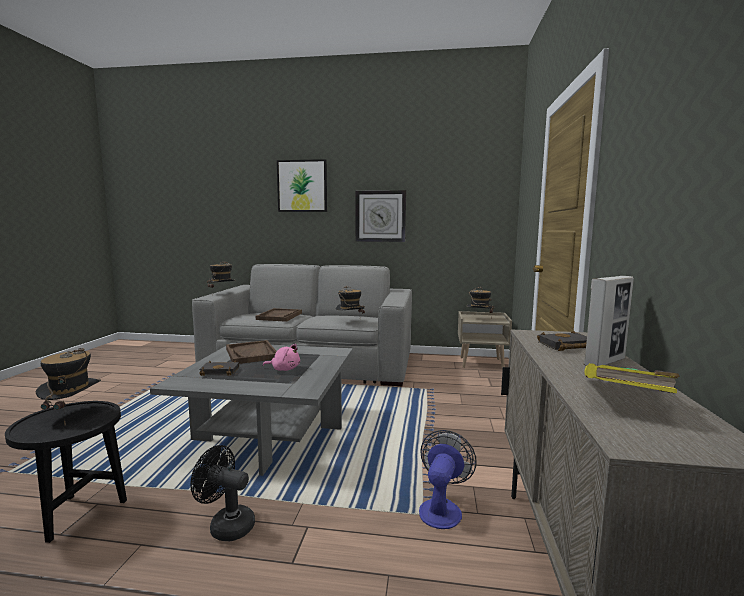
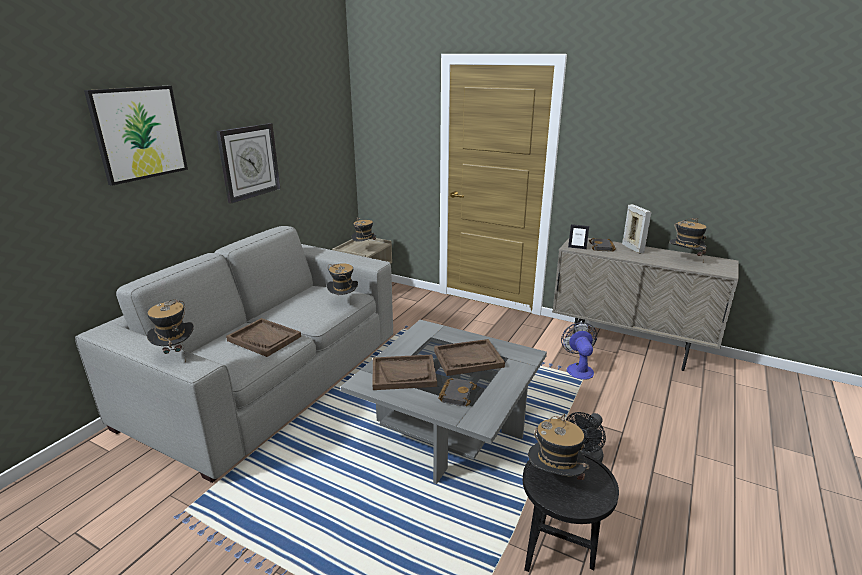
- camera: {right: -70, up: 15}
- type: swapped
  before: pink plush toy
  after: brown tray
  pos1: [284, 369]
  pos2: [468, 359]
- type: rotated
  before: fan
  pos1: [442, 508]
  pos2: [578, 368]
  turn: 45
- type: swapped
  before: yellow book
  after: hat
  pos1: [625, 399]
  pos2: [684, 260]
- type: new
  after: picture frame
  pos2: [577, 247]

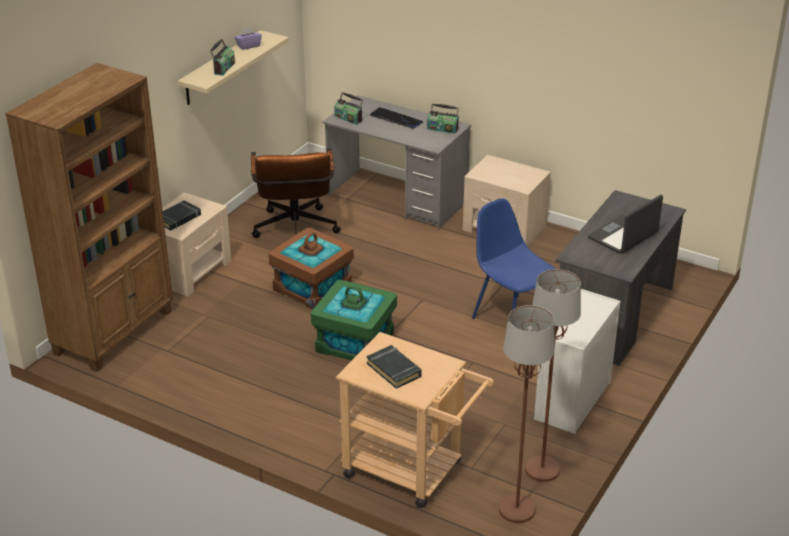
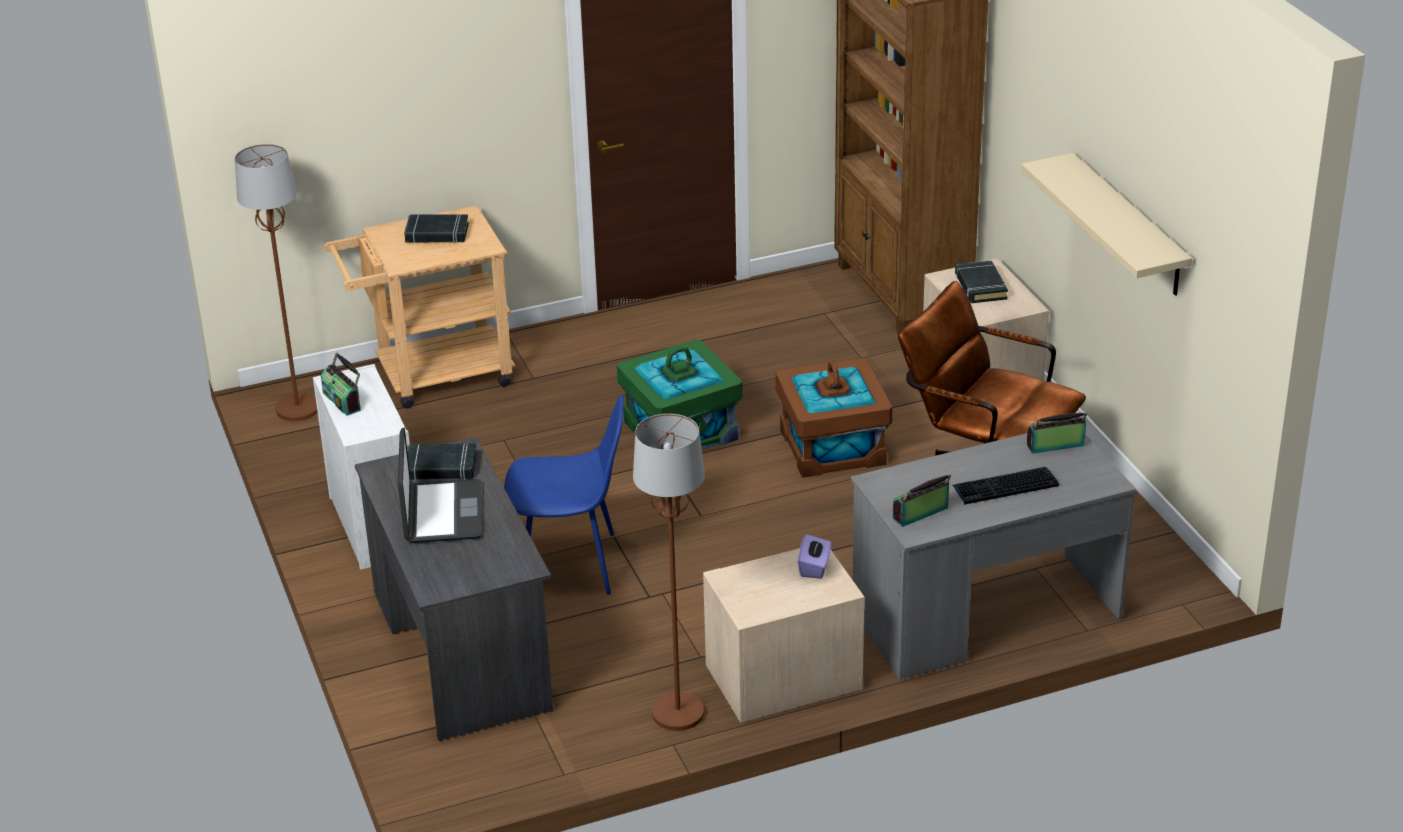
- camera: {right: 130, up: 0}
- type: shifted
  before: radio
  pos1: [223, 68]
  pos2: [343, 401]
- type: shifted
  before: purple tissue box
  pos1: [248, 46]
  pos2: [814, 567]
- type: shifted
  before: brown floor lamp
  pos1: [542, 470]
  pos2: [677, 713]
- type: new
  after: black book
  pos2: [441, 467]

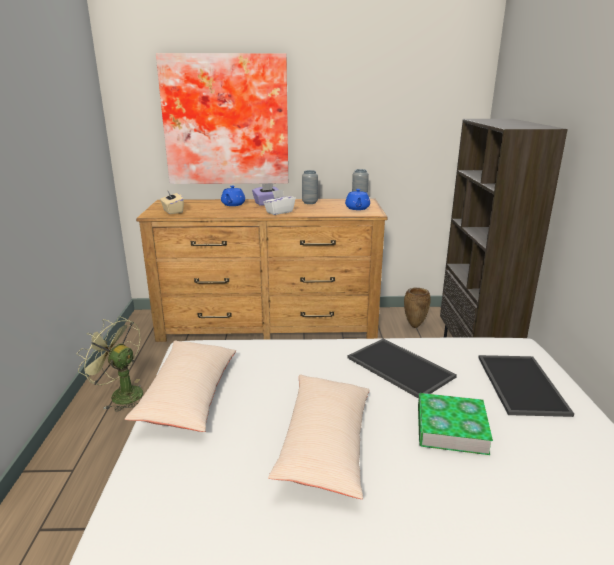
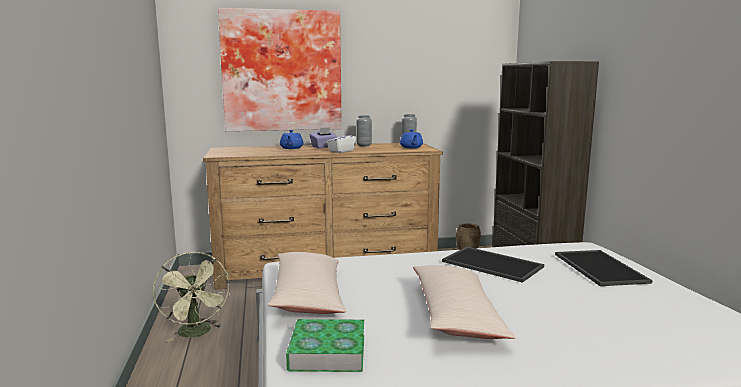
- camera: {right: -10, up: -10}
- type: rotated
  before: green fan
  pos1: [120, 394]
  pos2: [197, 333]
  turn: -135
- type: gone
  before: beige tissue box
  pos1: [172, 211]
- type: shifted
  before: book
  pos1: [451, 429]
  pos2: [327, 352]

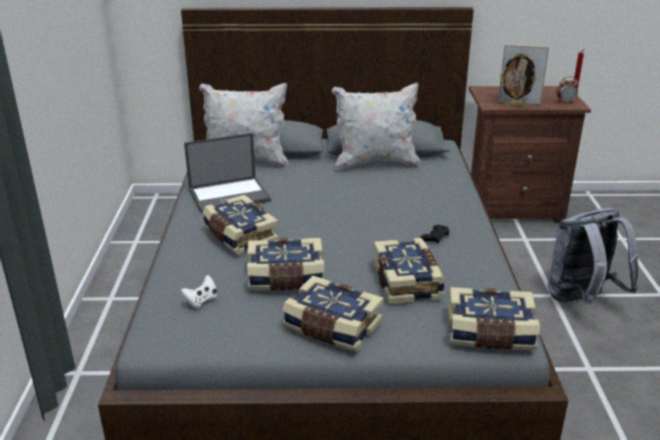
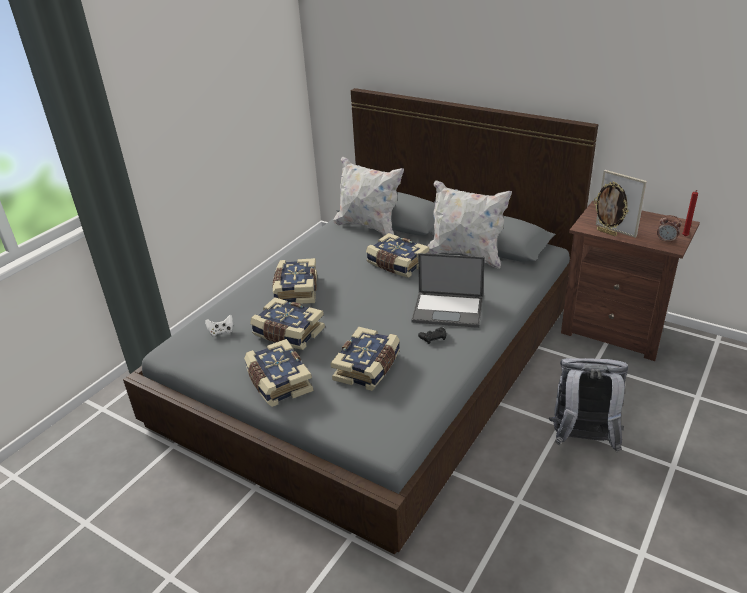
- camera: {right: 35, up: 5}
- type: shifted
  before: laptop
  pos1: [230, 195]
  pos2: [449, 309]
- type: shifted
  before: book
  pos1: [490, 333]
  pos2: [397, 264]

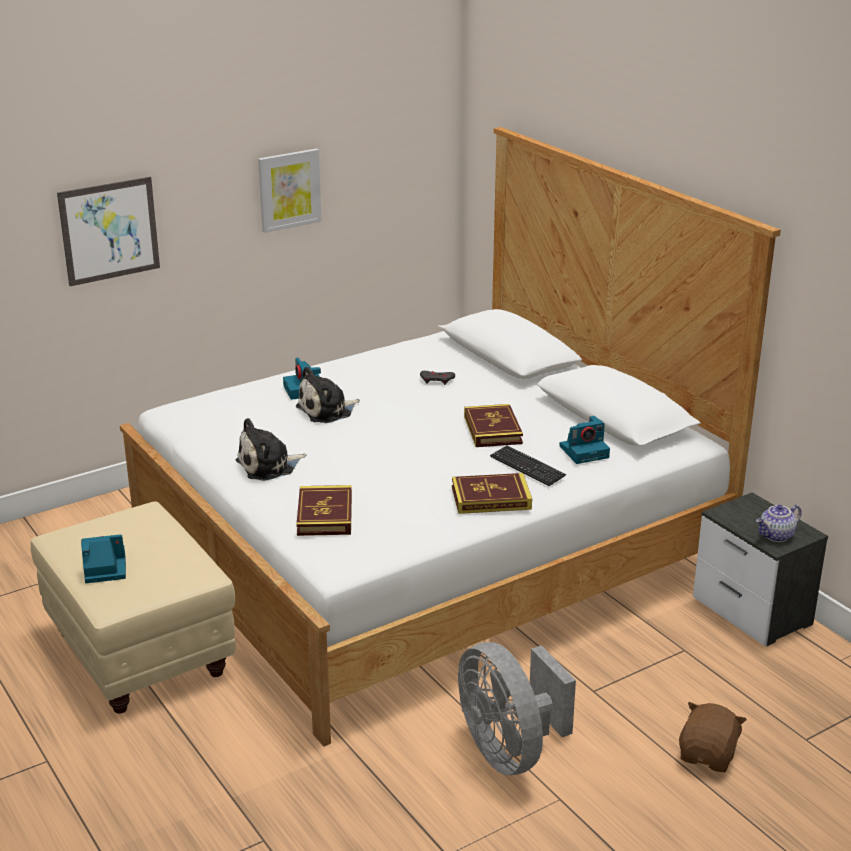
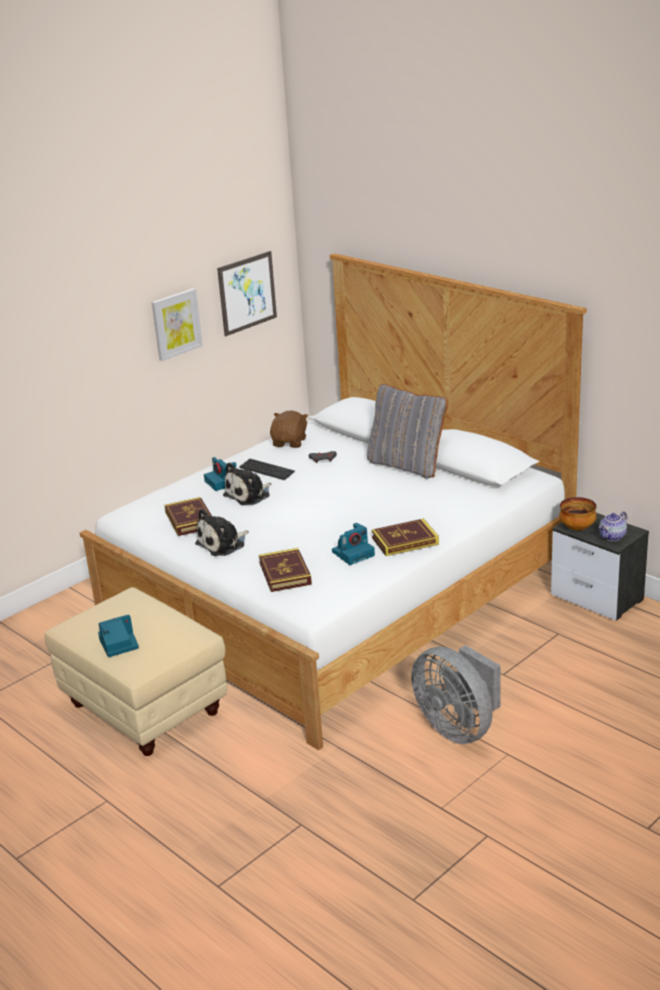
- camera: {right: -10, up: 0}
- type: shifted
  before: picture
  pos1: [109, 231]
  pos2: [247, 293]
- type: shifted
  before: book
  pos1: [492, 430]
  pos2: [190, 520]
- type: shifted
  before: keyboard
  pos1: [527, 467]
  pos2: [267, 470]
- type: shifted
  before: photo camera
  pos1: [584, 451]
  pos2: [353, 553]
- type: shifted
  before: brown plush toy
  pos1: [708, 756]
  pos2: [290, 442]
- type: new
  after: grey pillow
  pos2: [407, 465]
- type: new
  after: bowl
  pos2: [577, 528]

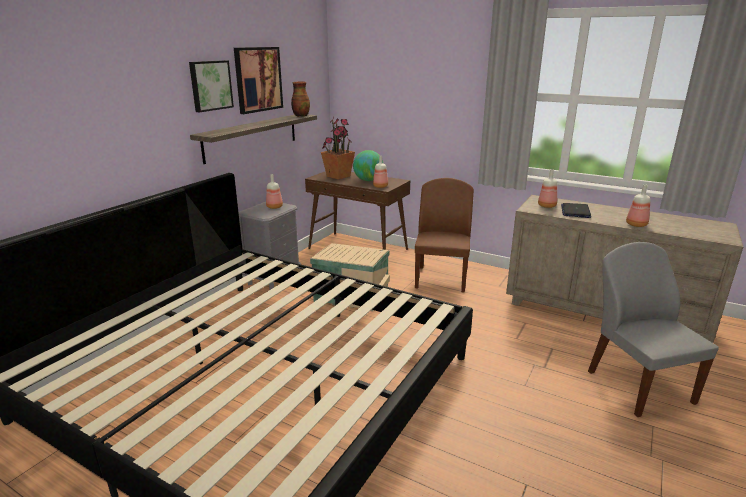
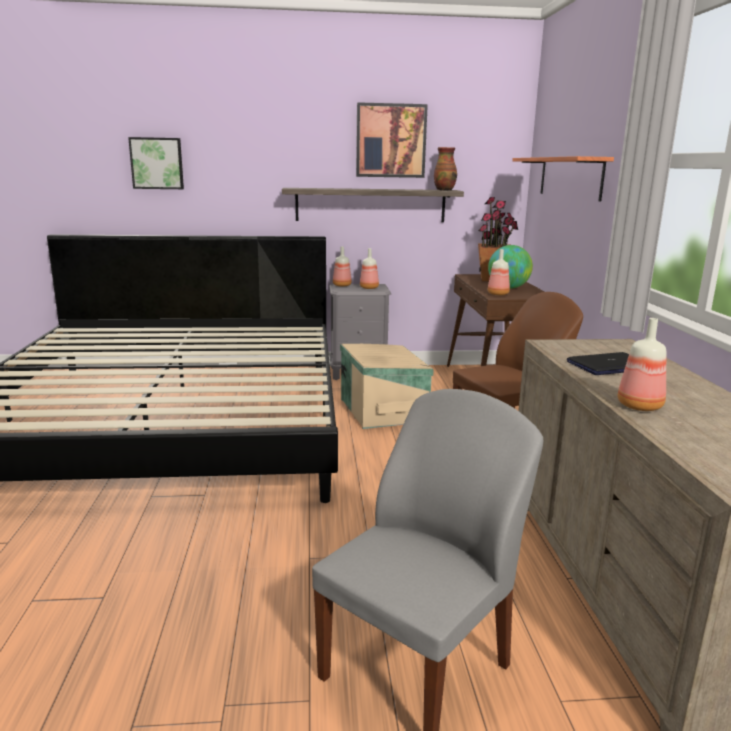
- camera: {right: 55, up: -5}
- type: shifted
  before: picture
  pos1: [210, 85]
  pos2: [157, 163]
- type: shifted
  before: bottle
  pos1: [547, 206]
  pos2: [342, 285]
- type: new
  after: shelf
  pos2: [570, 177]

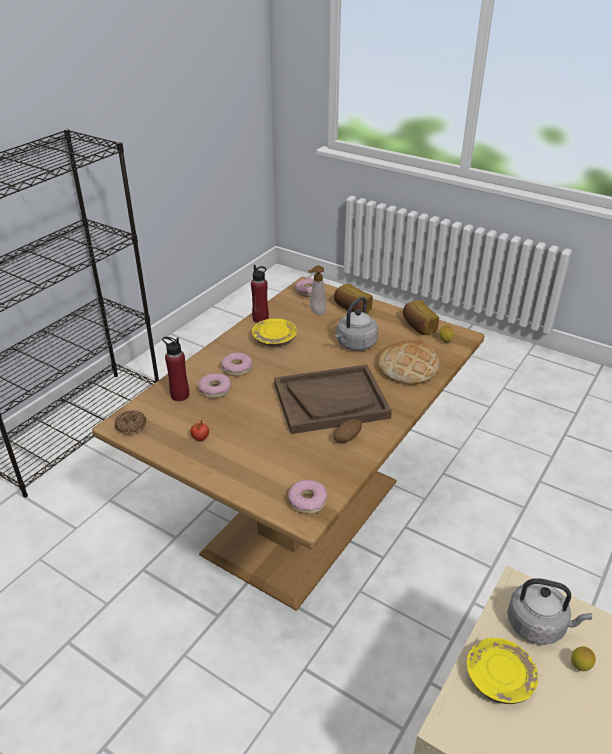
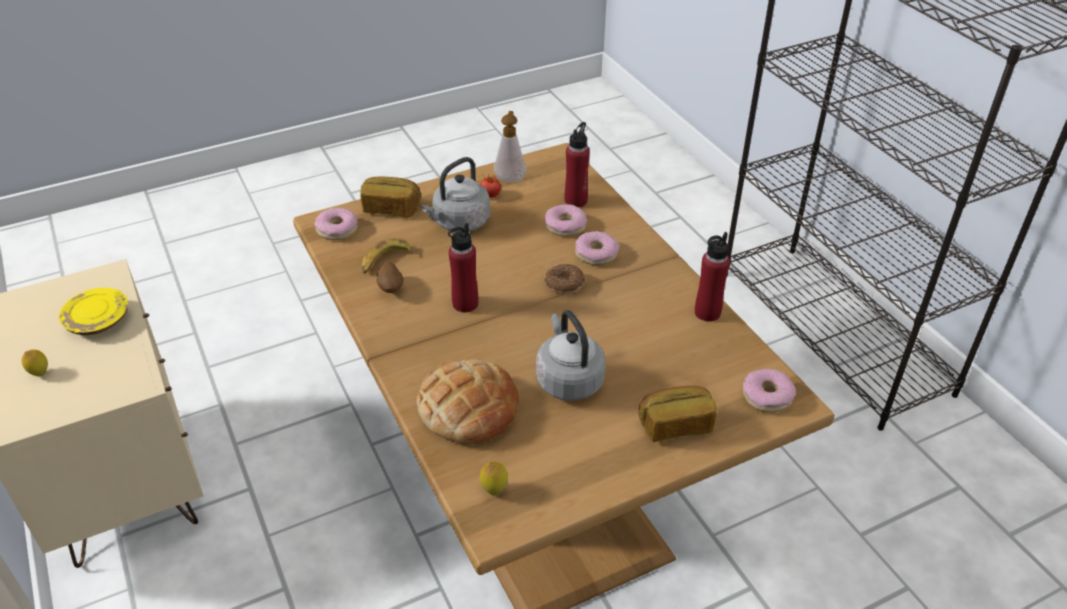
- camera: {right: 120, up: 5}
- type: shifted
  before: donut
  pos1: [131, 426]
  pos2: [564, 284]
- type: gone
  before: yellow plate
  pos1: [274, 339]
- type: swapped
  before: brown tray
  after: red bottle
  pos1: [331, 401]
  pos2: [465, 304]
- type: shifted
  before: soap dispenser
  pos1: [316, 312]
  pos2: [510, 178]
- type: shifted
  before: bread
  pos1: [418, 326]
  pos2: [391, 208]
- type: shifted
  before: grey kettle
  pos1: [539, 625]
  pos2: [459, 223]
- type: new
  after: banana
  pos2: [384, 260]

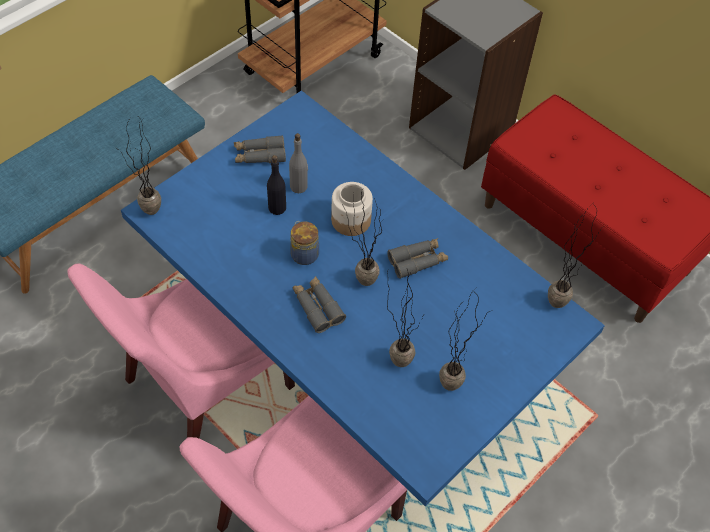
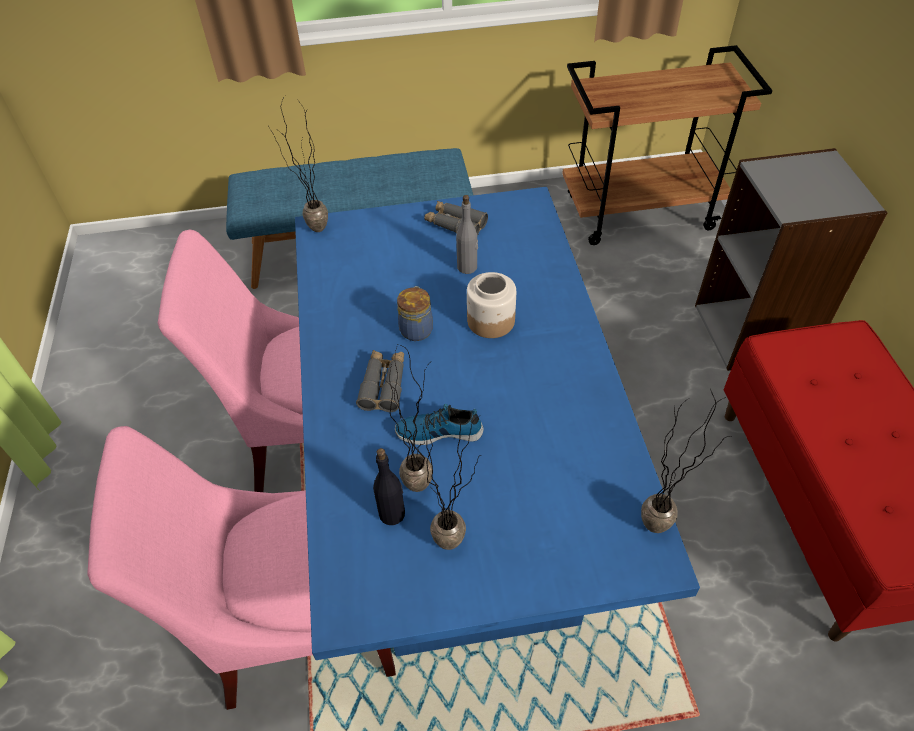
- camera: {right: 40, up: -5}
- type: shifted
  before: black bottle
  pos1: [277, 207]
  pos2: [392, 513]
- type: gone
  before: potted plant
  pos1: [359, 279]
- type: gone
  before: grey binoculars
  pos1: [417, 261]
- type: new
  after: shoe
  pos2: [439, 430]

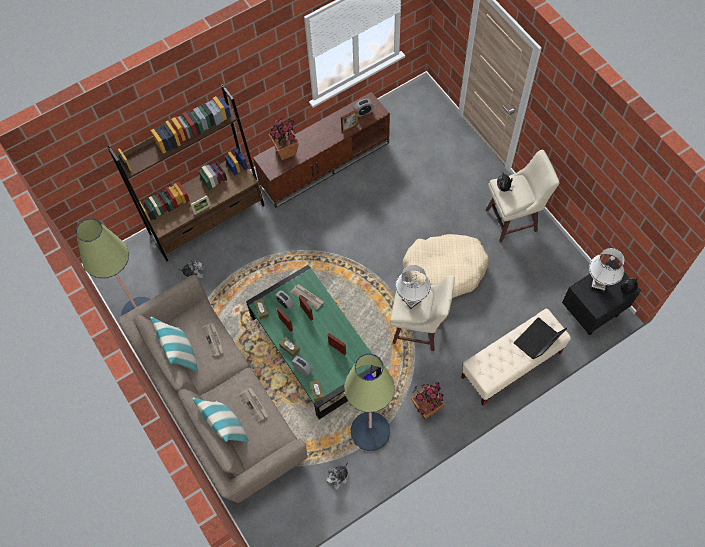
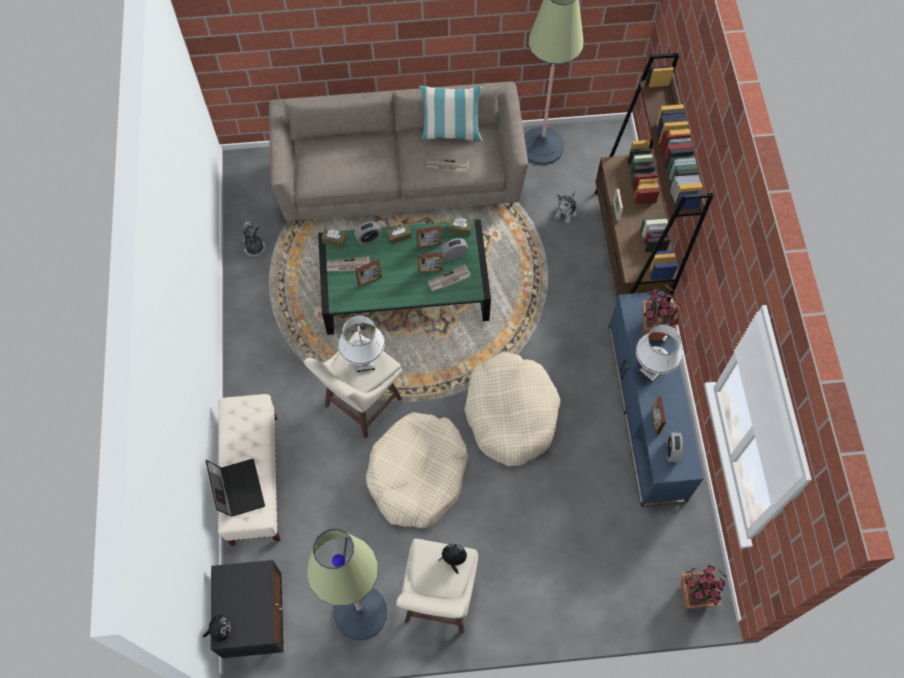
- camera: {right: 115, up: 0}
- type: gone
  before: pillow
  pos1: [226, 427]
- type: shifted
  before: newspaper
  pos1: [255, 404]
  pos2: [348, 266]
- type: repainted
  before: brown tv stand
  after: blue tv stand
  pos1: [325, 163]
  pos2: [647, 412]
- type: shifted
  before: floor lamp
  pos1: [370, 431]
  pos2: [360, 612]
- type: shifted
  before: potted plant
  pos1: [426, 408]
  pos2: [694, 596]
- type: shifted
  before: white table lamp
  pos1: [599, 284]
  pos2: [650, 371]
- type: new
  after: beige dog bed
  pos2: [511, 413]

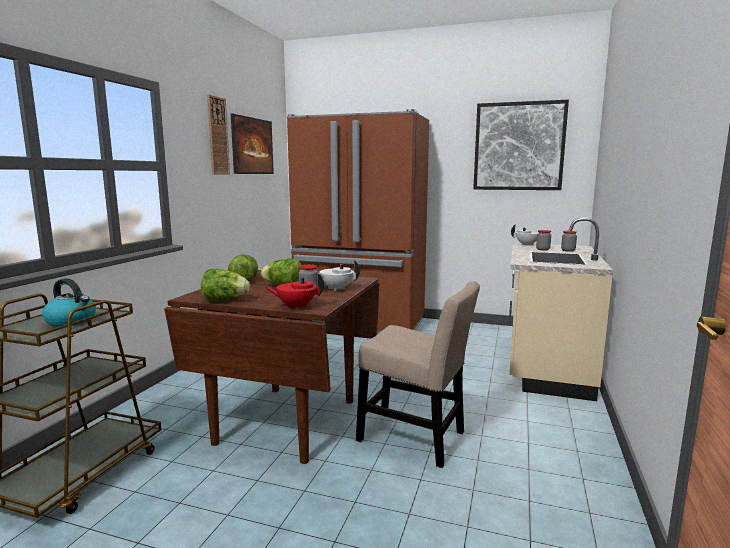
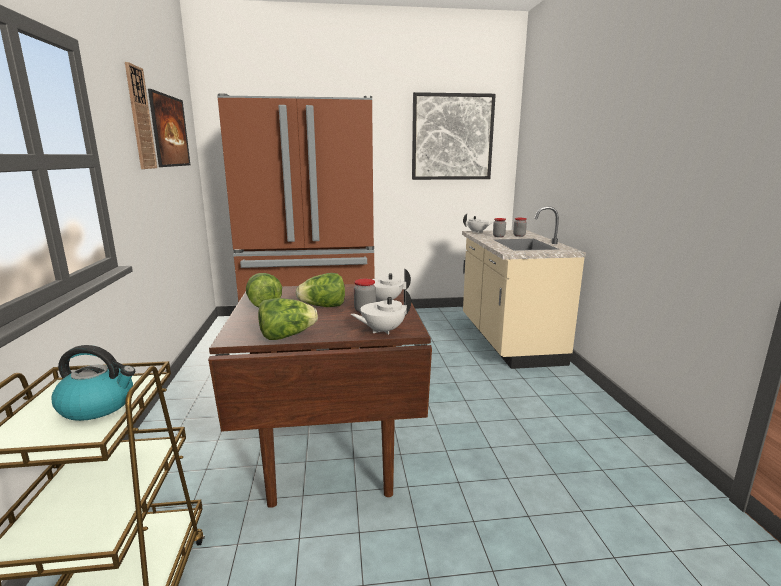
- camera: {right: -25, up: 5}
- type: repainted
  before: red teapot
  after: white teapot
  pos1: [296, 306]
  pos2: [382, 331]
- type: gone
  before: beige chair
  pos1: [416, 438]

